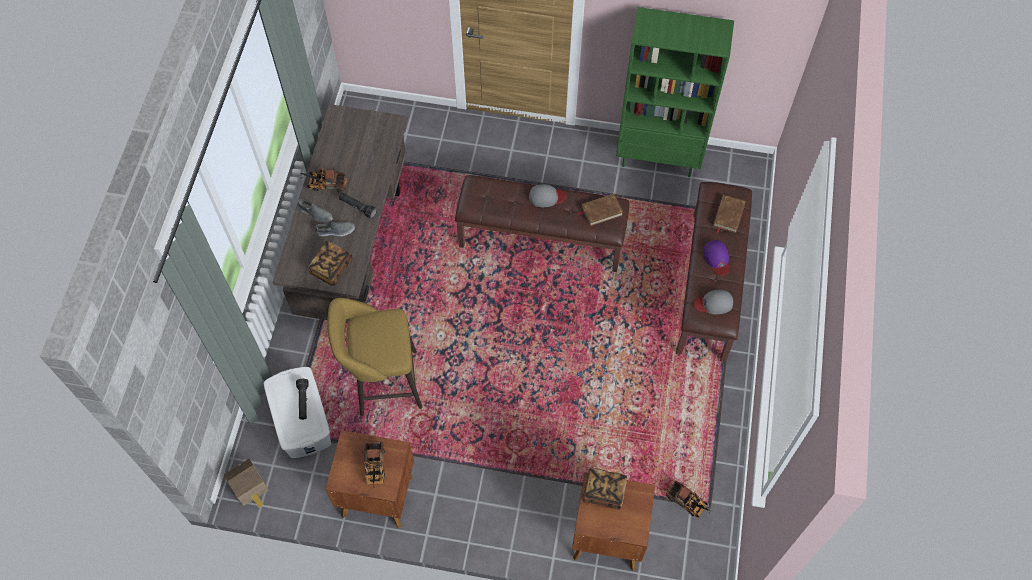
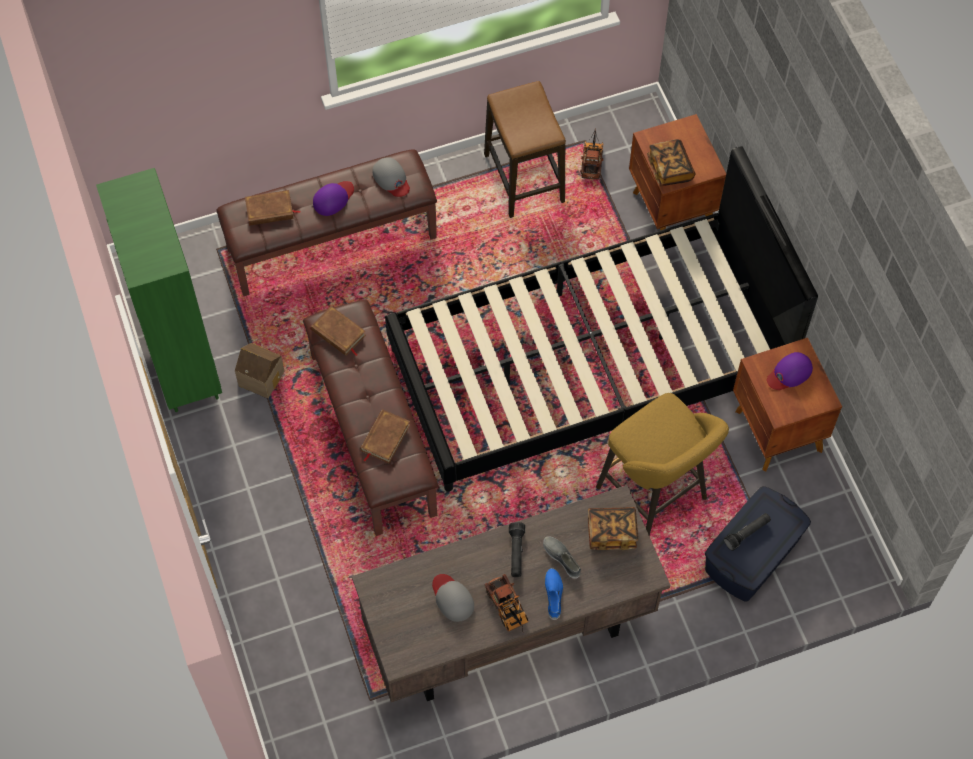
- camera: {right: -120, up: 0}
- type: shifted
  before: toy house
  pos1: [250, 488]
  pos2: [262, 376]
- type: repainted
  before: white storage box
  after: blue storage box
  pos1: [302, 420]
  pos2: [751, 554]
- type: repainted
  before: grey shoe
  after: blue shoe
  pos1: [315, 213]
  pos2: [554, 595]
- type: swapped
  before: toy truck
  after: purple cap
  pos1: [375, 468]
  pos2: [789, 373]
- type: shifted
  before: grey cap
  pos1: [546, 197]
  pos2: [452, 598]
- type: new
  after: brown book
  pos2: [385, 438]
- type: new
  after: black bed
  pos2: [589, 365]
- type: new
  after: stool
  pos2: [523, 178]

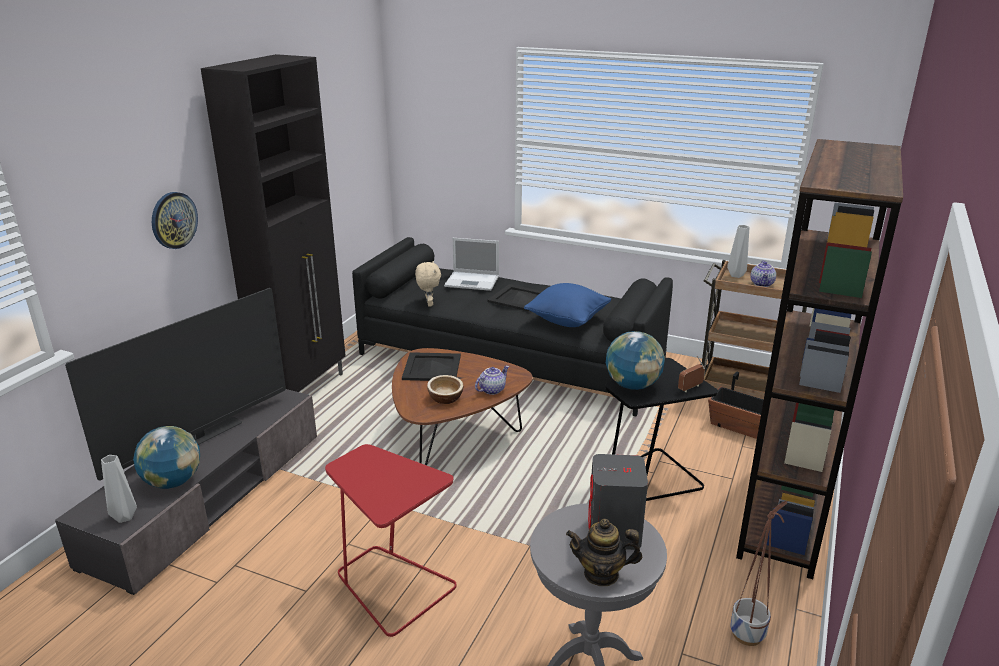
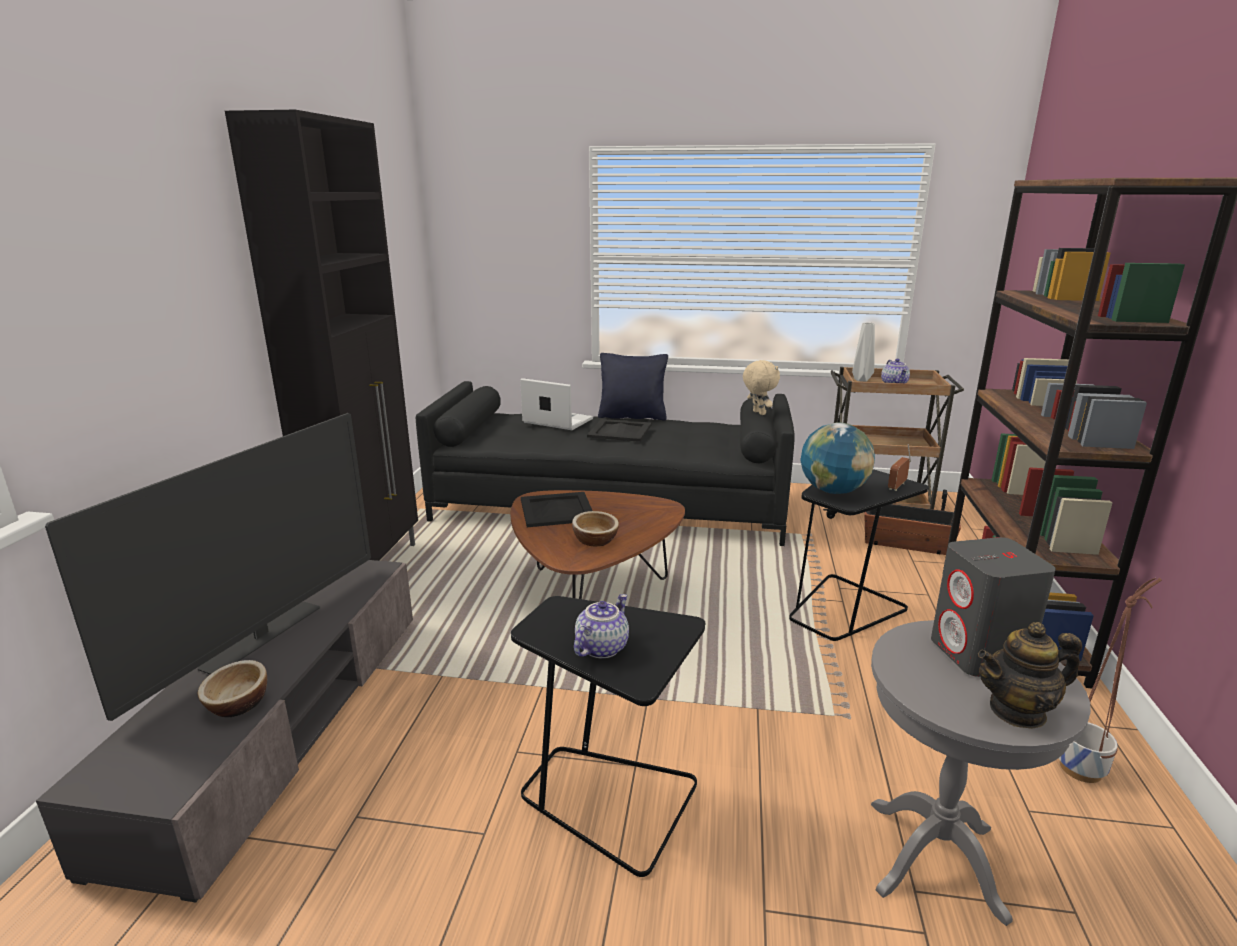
- camera: {right: -15, up: -5}
- type: gone
  before: grey vase
  pos1: [123, 518]
- type: swapped
  before: globe
  after: bowl
  pos1: [173, 482]
  pos2: [238, 704]
- type: gone
  before: wall clock
  pos1: [173, 220]
- type: repainted
  before: red side table
  after: black side table
  pos1: [392, 586]
  pos2: [608, 800]
- type: shifted
  before: beige plush toy
  pos1: [428, 304]
  pos2: [758, 413]
- type: rotated
  before: laptop
  pos1: [473, 281]
  pos2: [556, 421]
  turn: -150
- type: shifted
  before: teapot
  pos1: [492, 390]
  pos2: [601, 647]
- type: gone
  before: blue pillow
  pos1: [567, 320]
- type: new
  after: black pillow
  pos2: [632, 416]

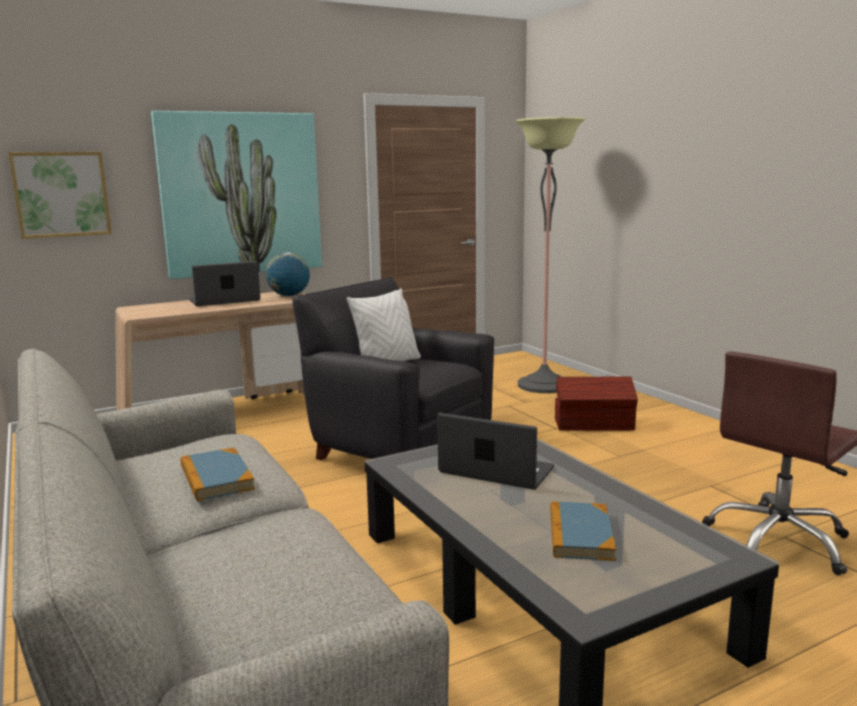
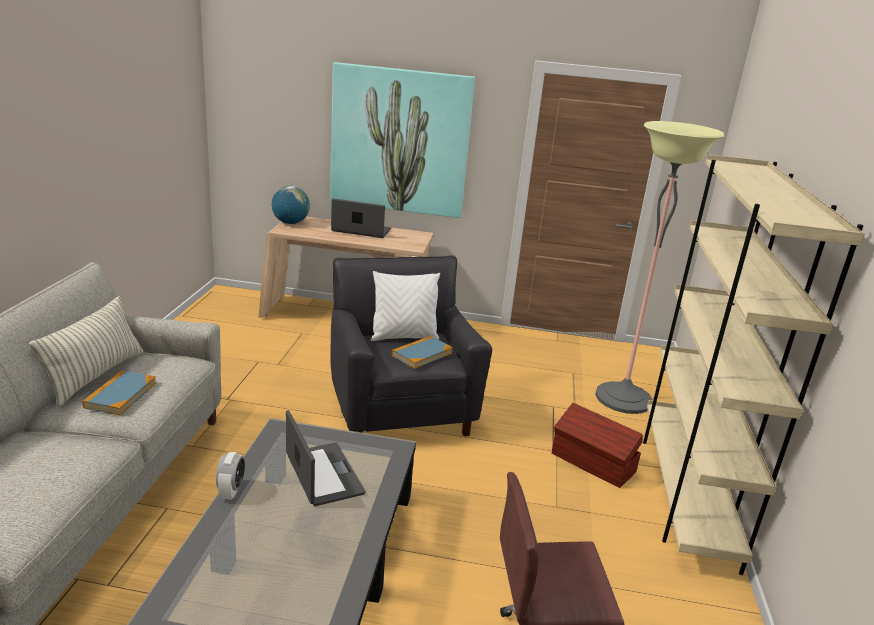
- camera: {right: 35, up: 10}
- type: gone
  before: picture
  pos1: [61, 194]
- type: shifted
  before: globe
  pos1: [289, 296]
  pos2: [290, 223]
- type: shifted
  before: book
  pos1: [580, 534]
  pos2: [422, 354]
- type: new
  after: pillow
  pos2: [96, 376]
- type: new
  after: alarm clock
  pos2: [231, 491]
- type: new
  after: beige bookcase
  pos2: [685, 492]

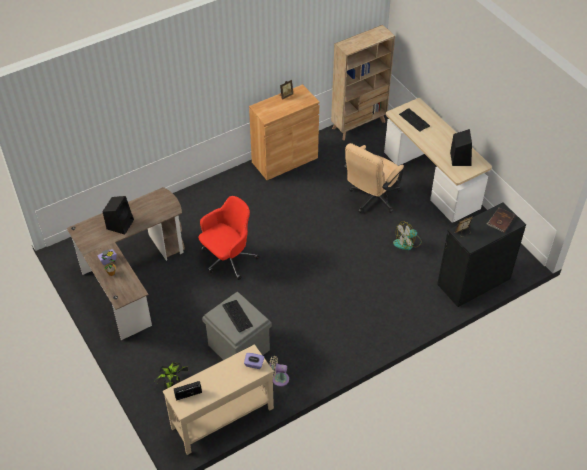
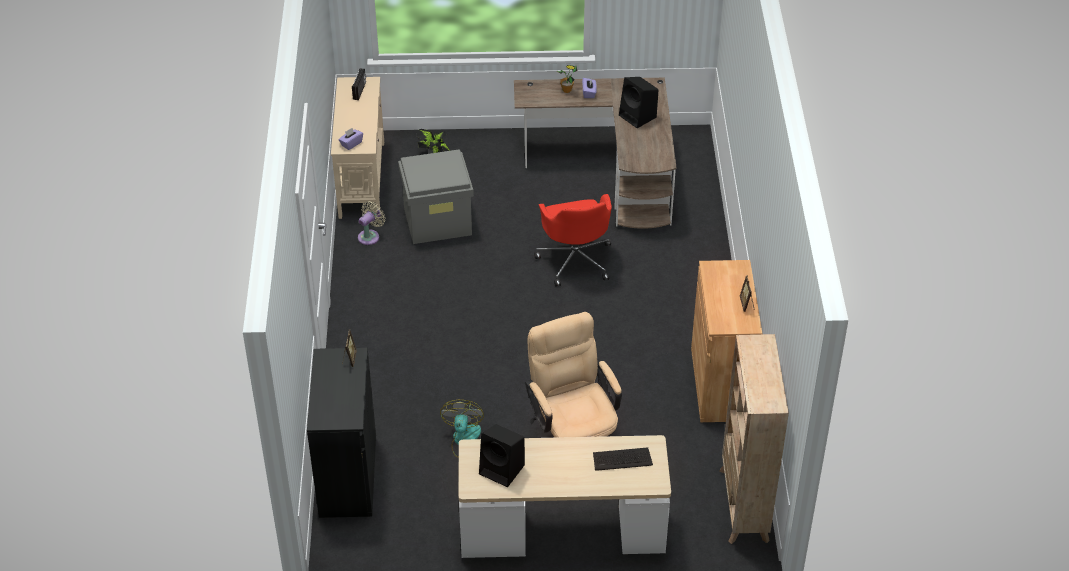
- camera: {right: 120, up: -5}
- type: gone
  before: keyboard
  pos1: [237, 316]
- type: gone
  before: brown book
  pos1: [500, 221]

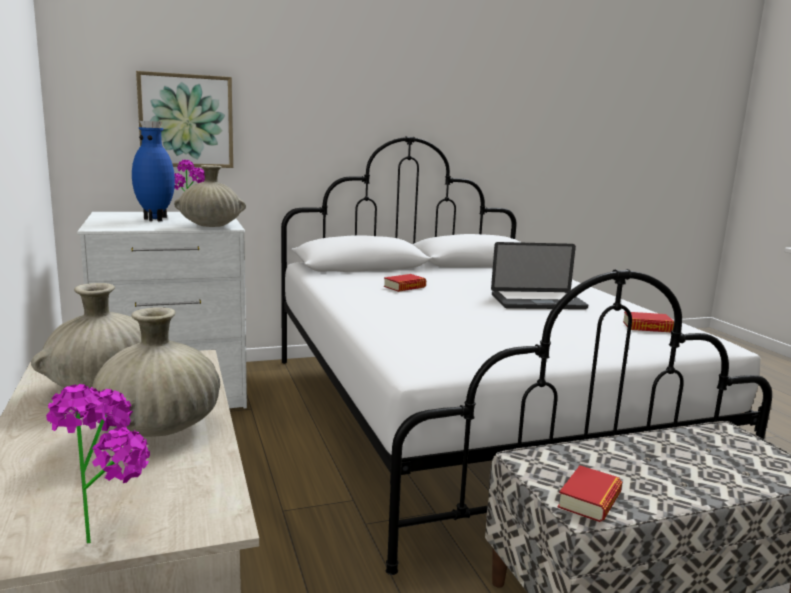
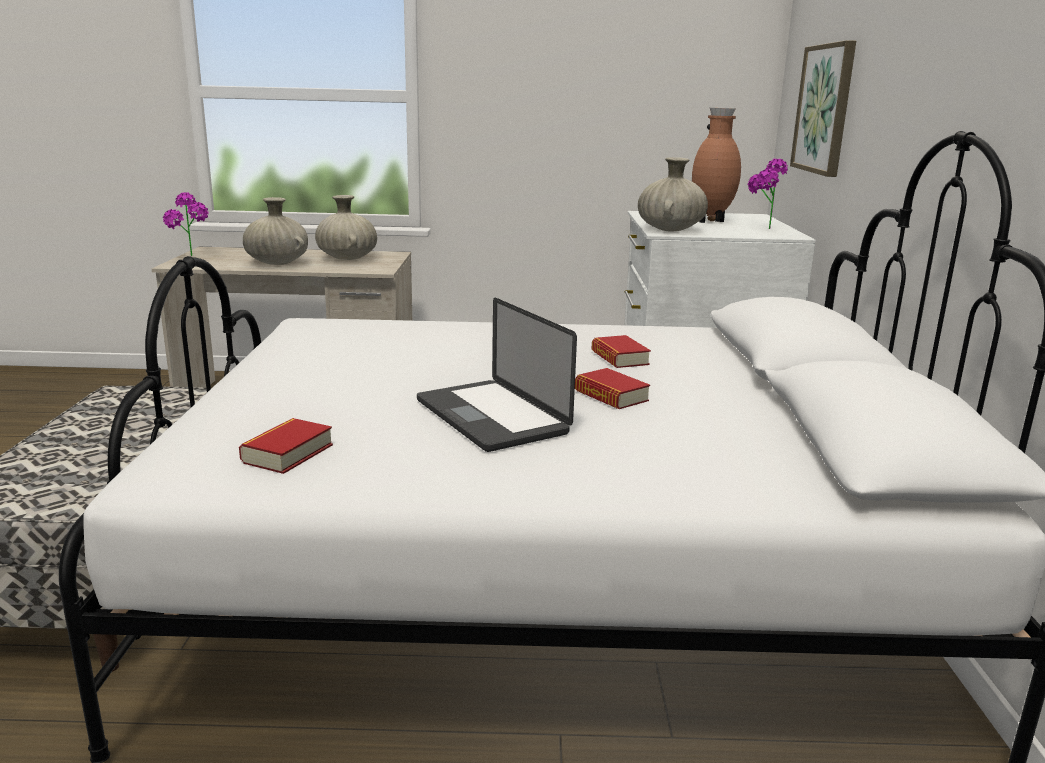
- camera: {right: 110, up: 5}
- type: repainted
  before: blue vase
  after: brown vase
  pos1: [156, 219]
  pos2: [712, 222]
- type: rotated
  before: laptop
  pos1: [538, 302]
  pos2: [491, 417]
  turn: -45
- type: shifted
  before: book
  pos1: [589, 500]
  pos2: [611, 396]

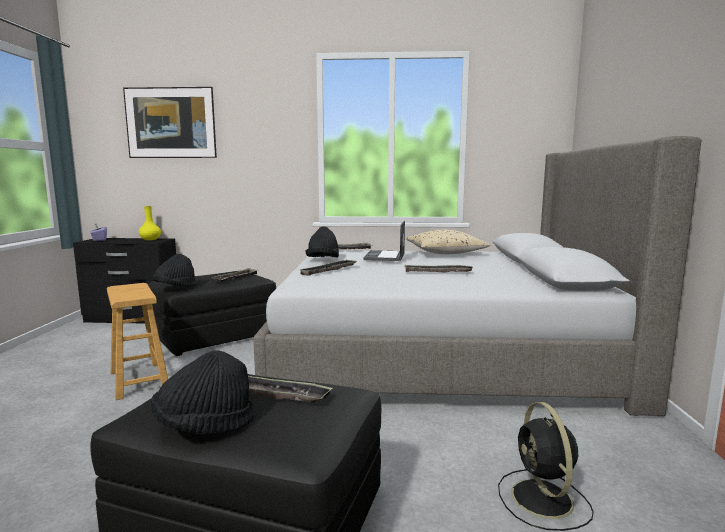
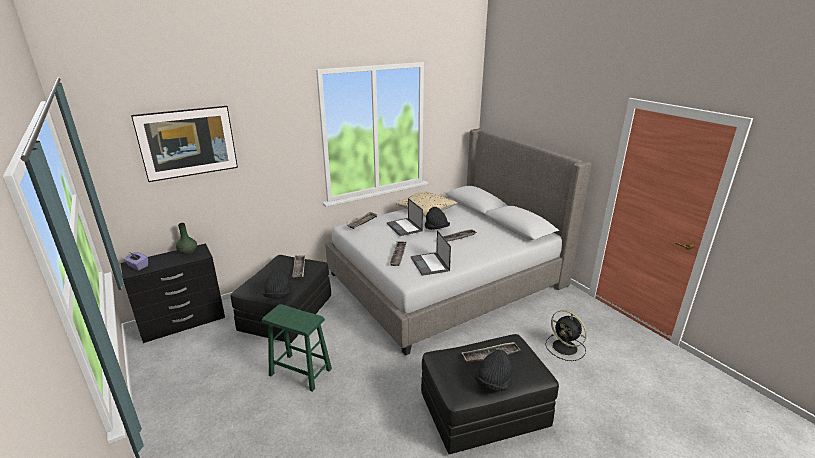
- camera: {right: -35, up: 15}
- type: repainted
  before: brown stool
  after: green stool
  pos1: [139, 380]
  pos2: [300, 372]
- type: repainted
  before: yellow vase
  after: green vase
  pos1: [150, 239]
  pos2: [188, 251]
- type: shifted
  before: black hat
  pos1: [323, 260]
  pos2: [436, 229]
- type: new
  after: laptop
  pos2: [430, 264]

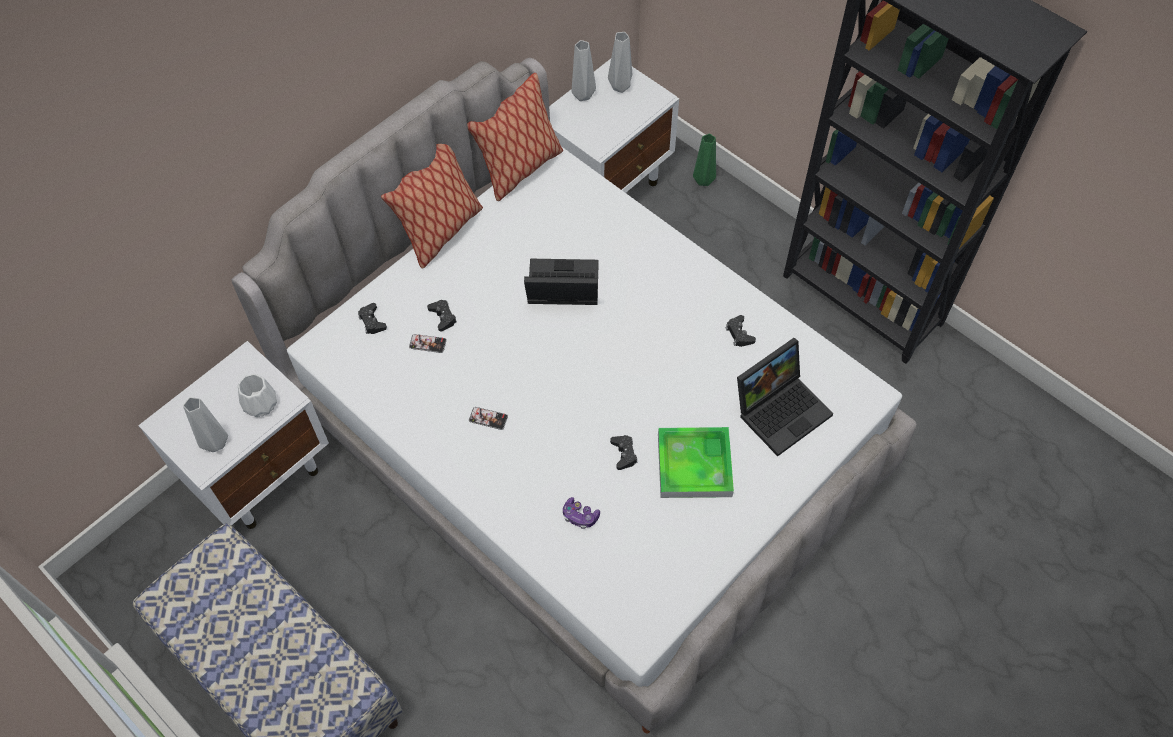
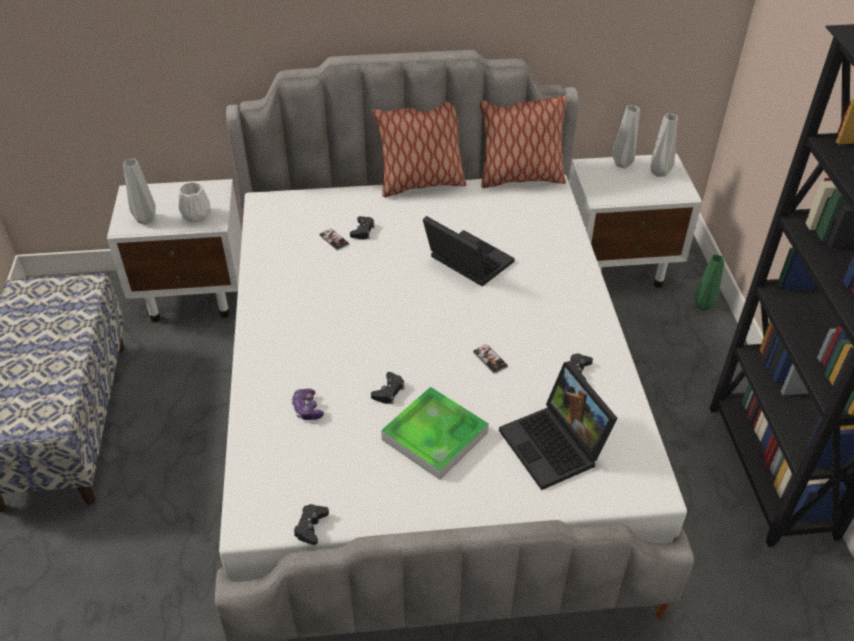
- camera: {right: 40, up: -15}
- type: shifted
  before: black game controller
  pos1: [372, 321]
  pos2: [311, 526]
- type: shifted
  before: phone
  pos1: [488, 418]
  pos2: [490, 359]
- type: rotated
  before: laptop
  pos1: [781, 408]
  pos2: [556, 446]
  turn: 60

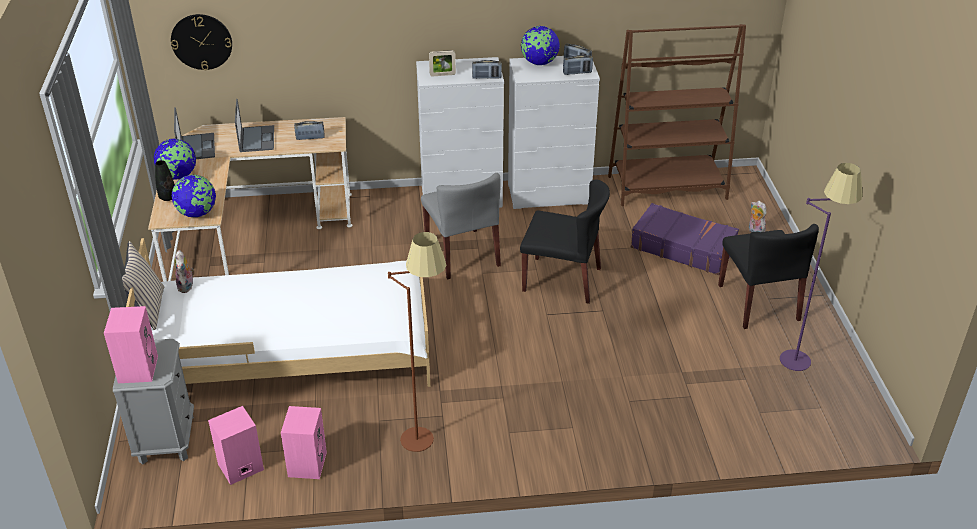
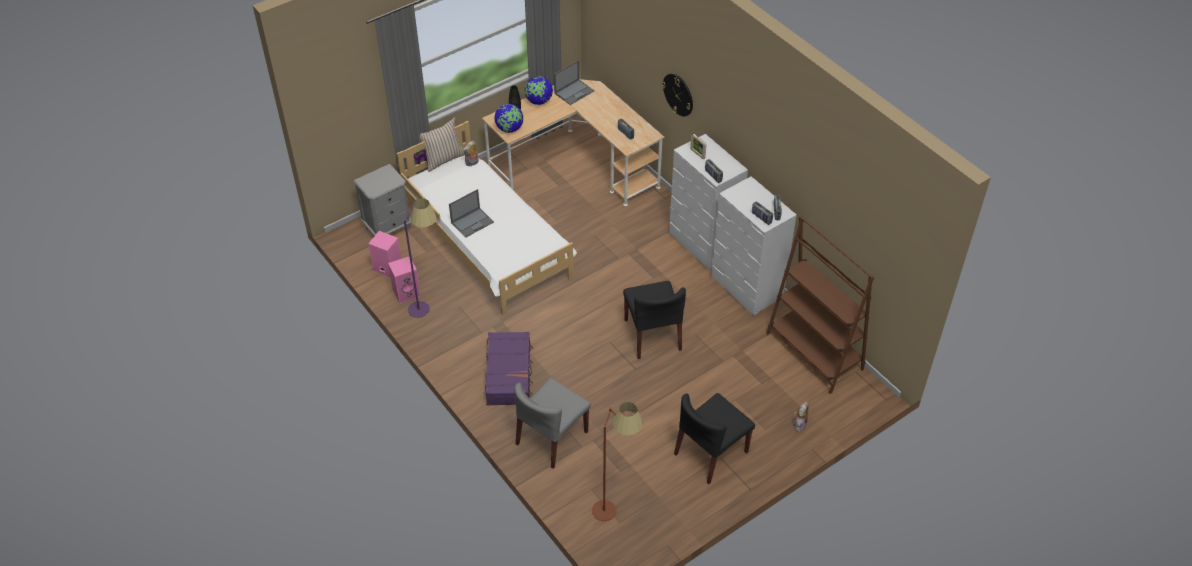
- camera: {right: 60, up: 10}
- type: gone
  before: pink speaker
  pos1: [137, 368]
- type: shifted
  before: wall clock
  pos1: [201, 41]
  pos2: [678, 94]
- type: shifted
  before: laptop
  pos1: [256, 139]
  pos2: [472, 222]
- type: shifted
  before: brown floor lamp
  pos1: [424, 429]
  pos2: [615, 510]
- type: shifted
  before: grey chair
  pos1: [462, 254]
  pos2: [551, 438]
- type: gone
  before: globe
  pos1: [539, 63]
- type: shifted
  before: purple suitcase
  pos1: [682, 247]
  pos2: [509, 374]
- type: shifted
  before: purple floor lamp
  pos1: [800, 352]
  pos2: [428, 309]

